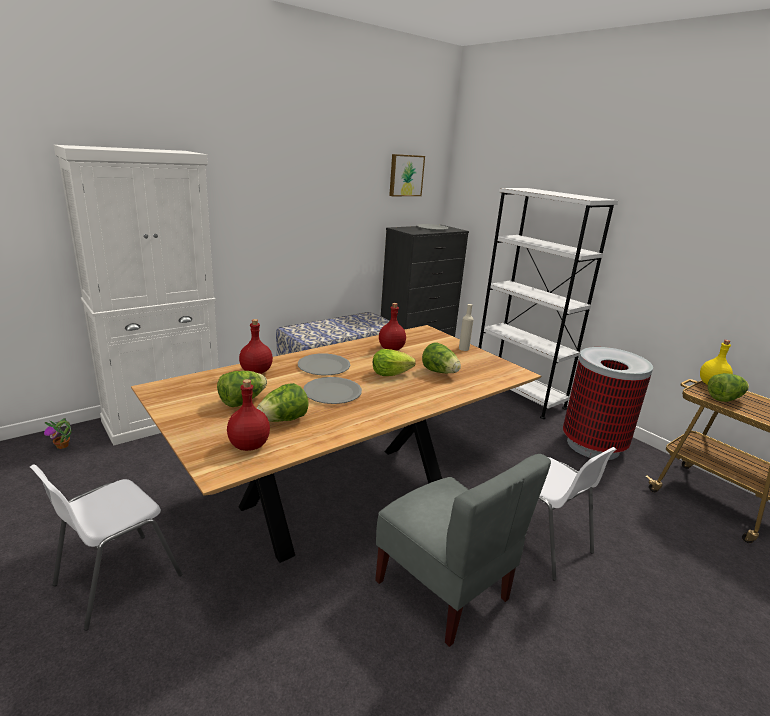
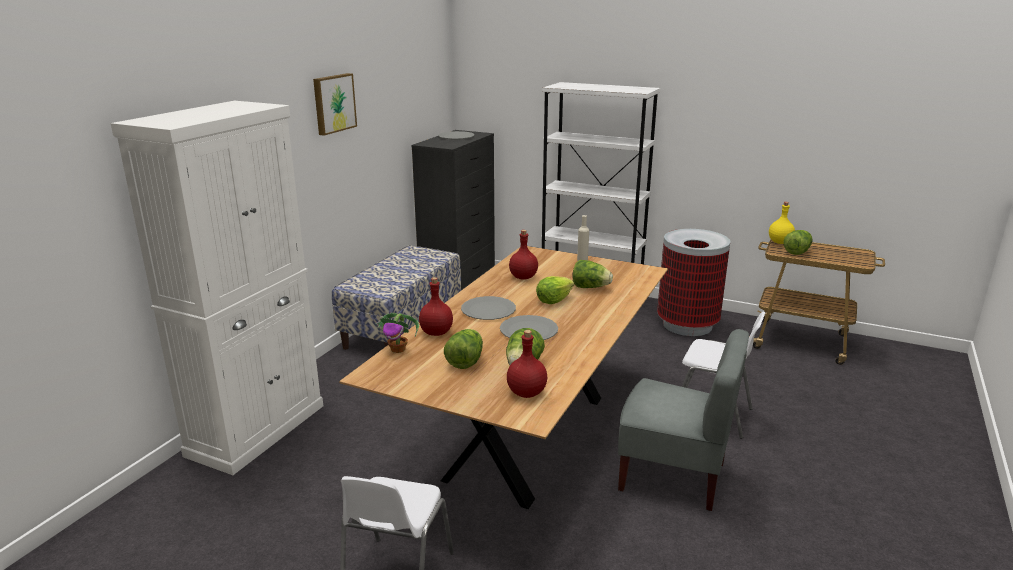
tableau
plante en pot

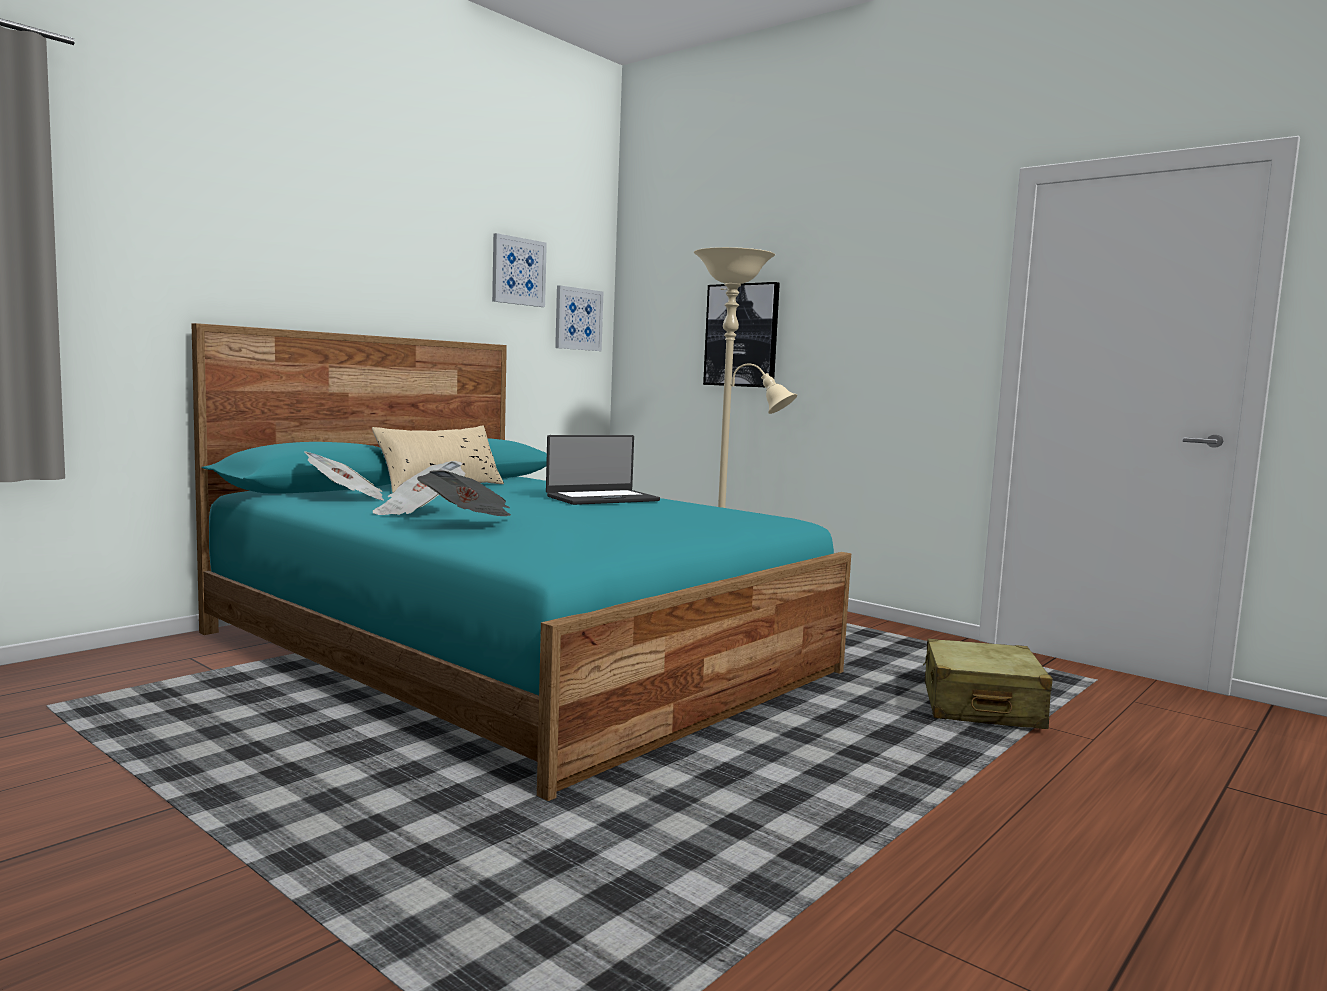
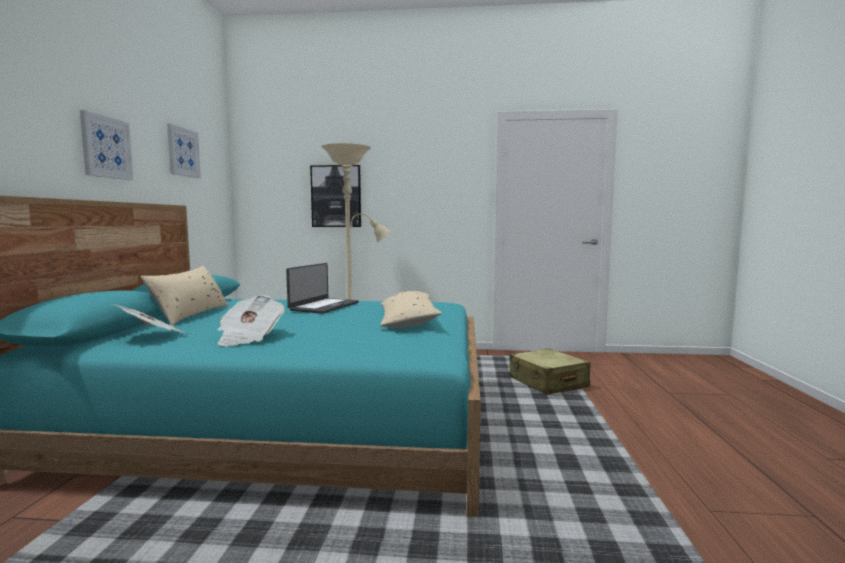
tableau (1st from left)
coussin (beige) (2nd from left)
journal (3rd from left in the first image)

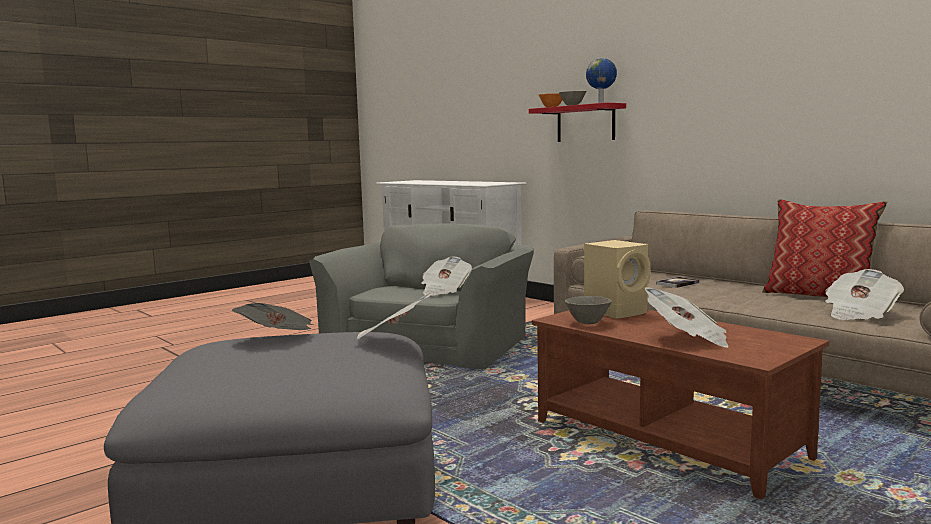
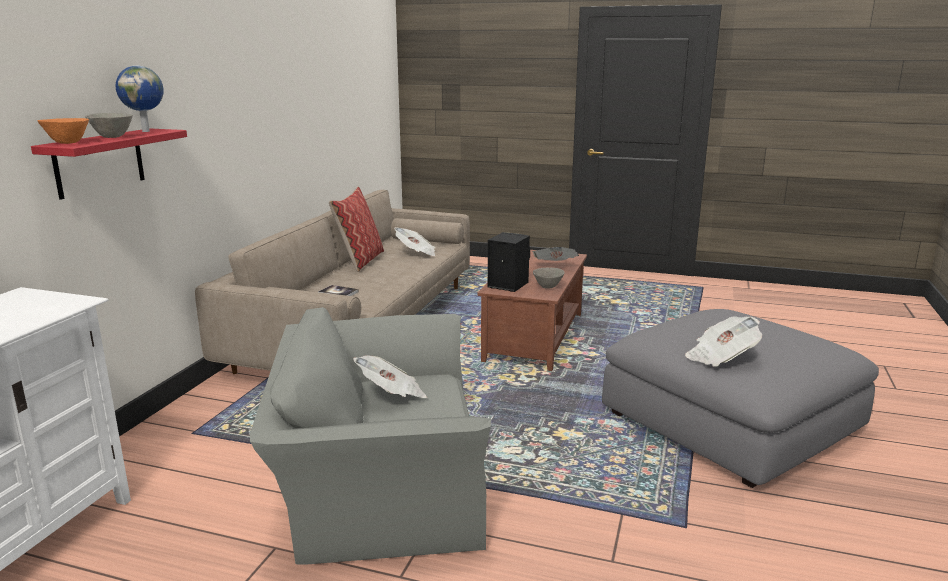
enceinte (noir)
journal (2nd from left in the first image)

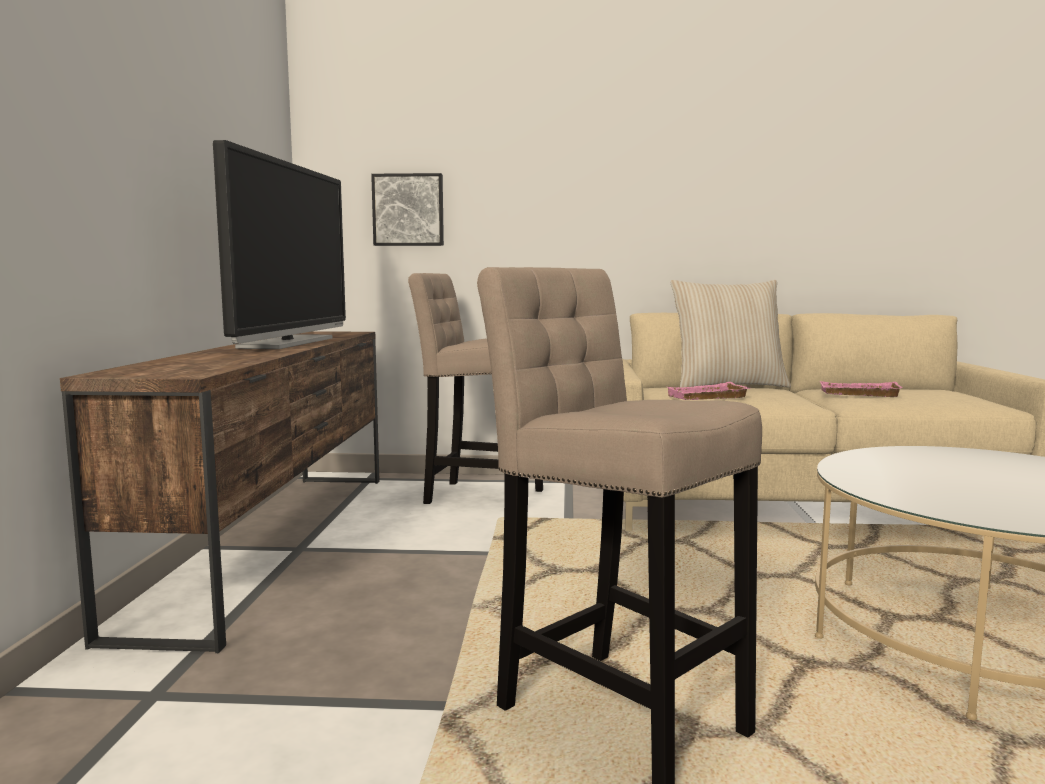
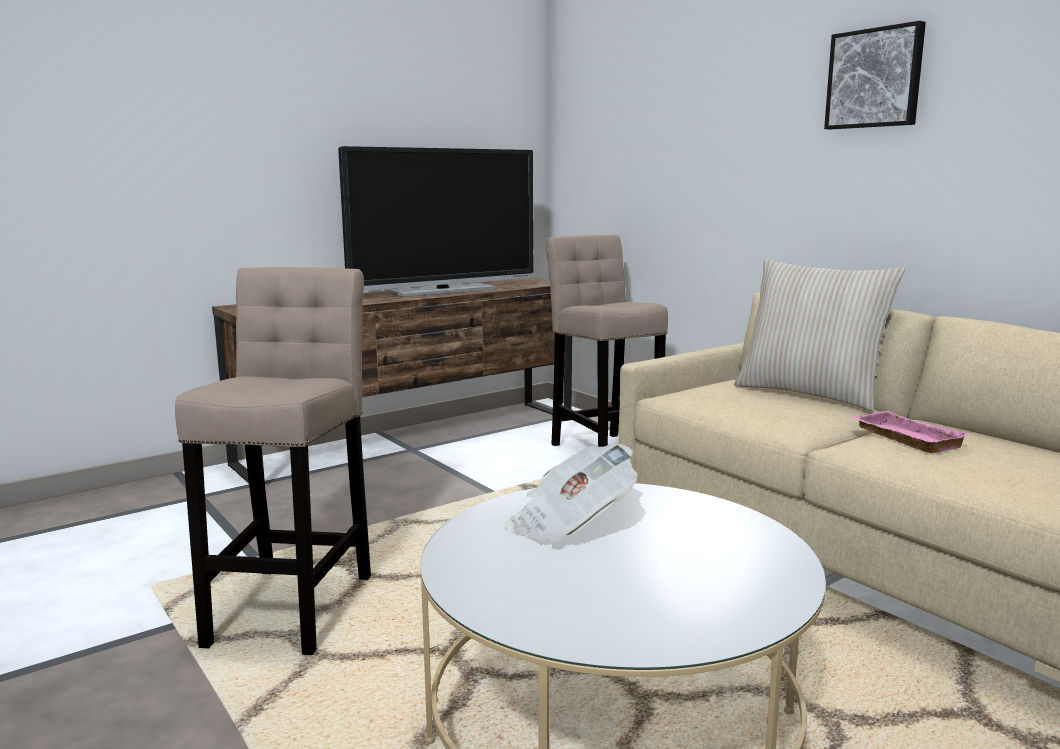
journal
tableau
plateau (rose) (1st from left in the first image)

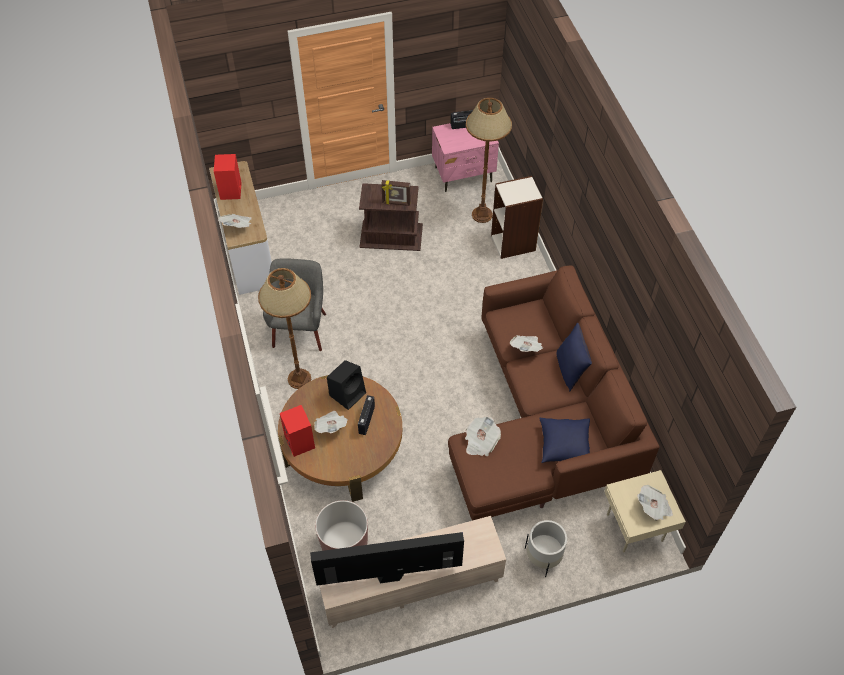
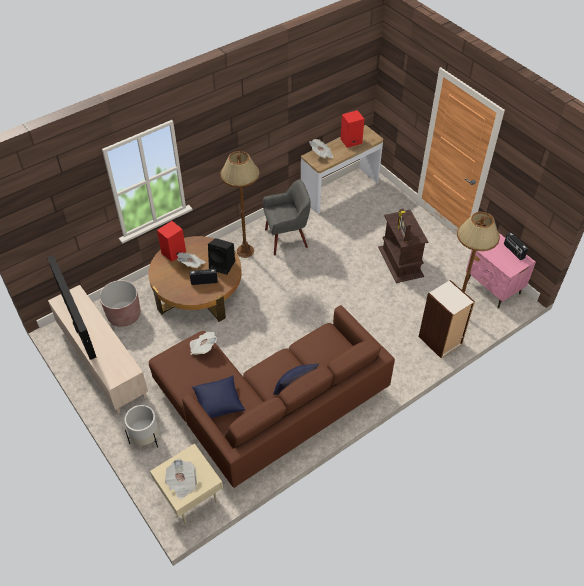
journal (4th from left in the first image)

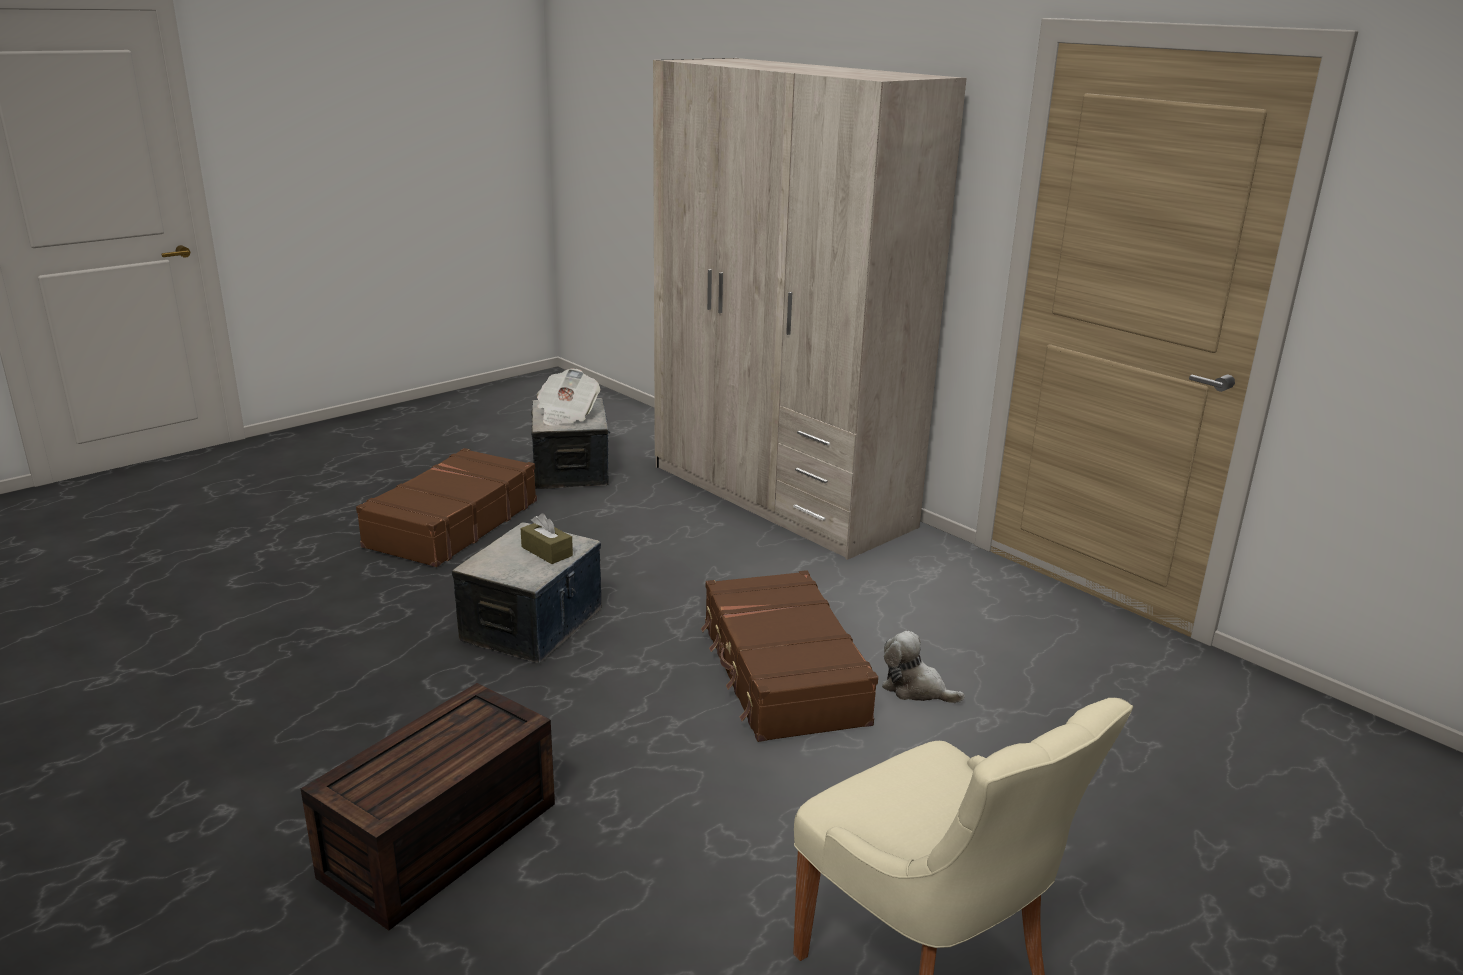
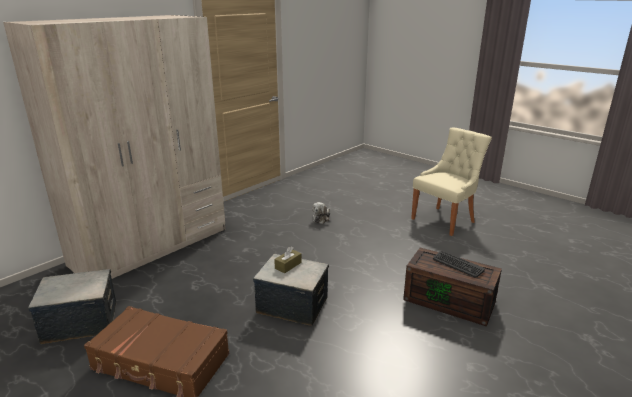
clavier
journal
valise (marron) (2nd from left in the first image)

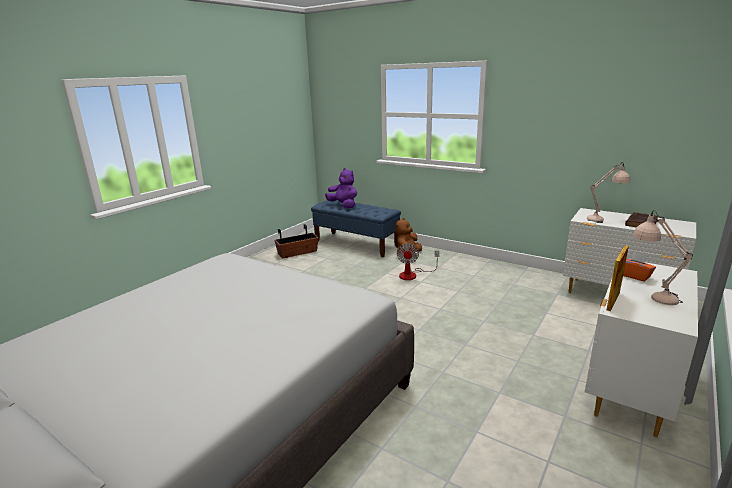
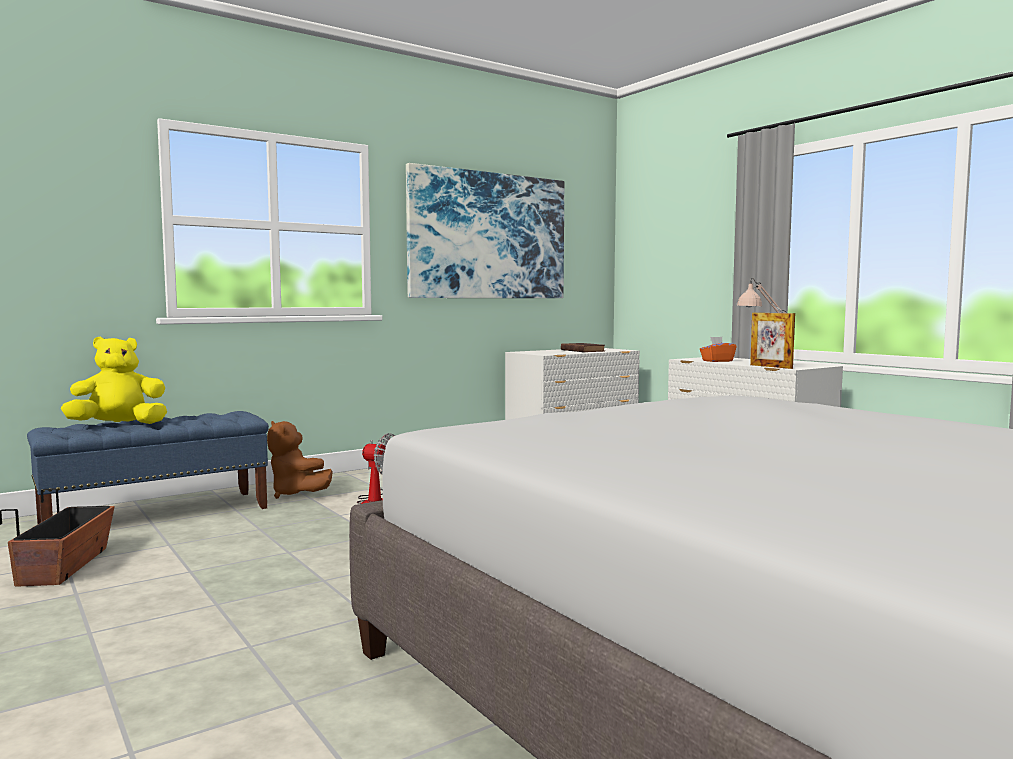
peluche (jaune)
tableau
lampe de table (beige) (1st from left in the first image)

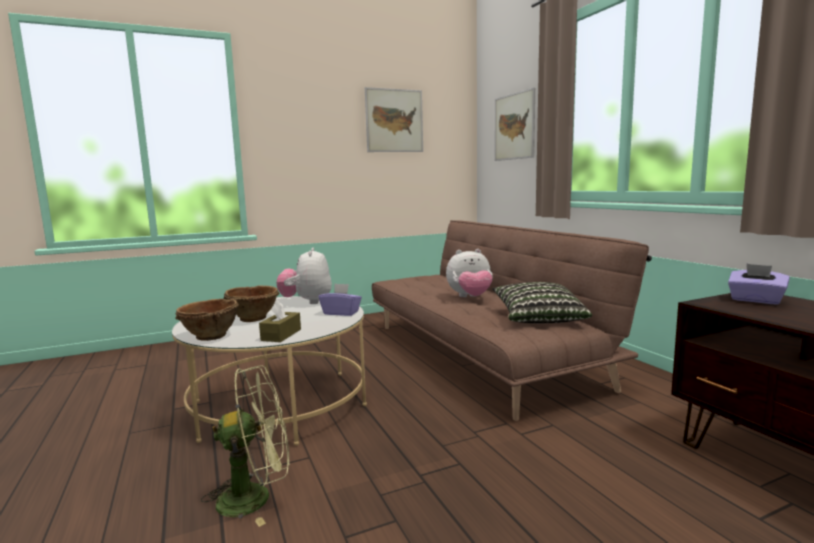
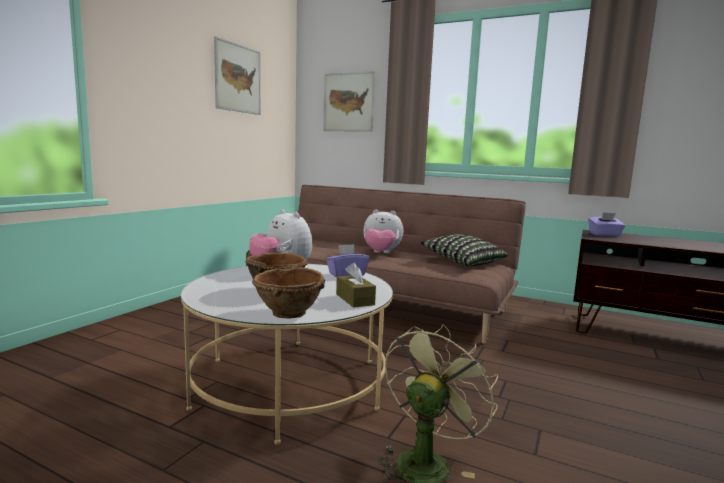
peluche (2nd from left)

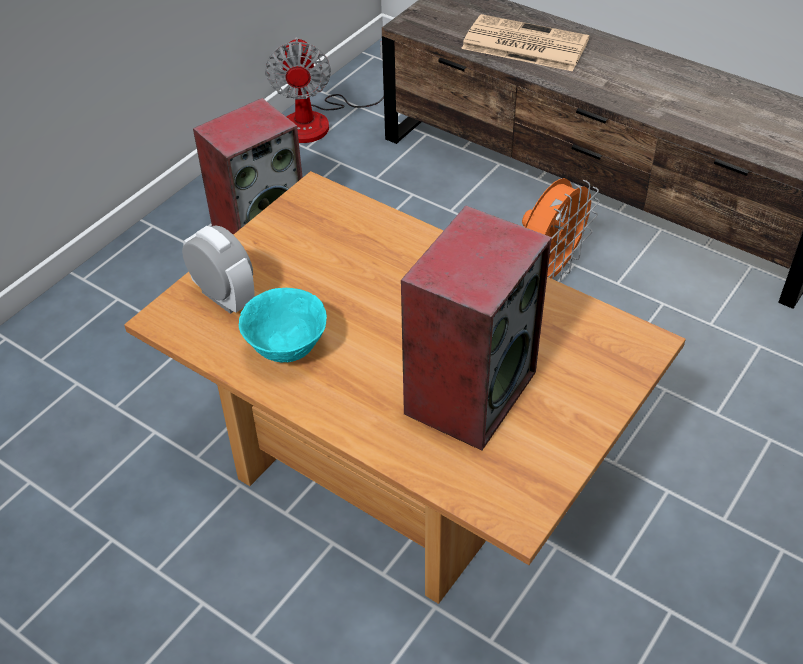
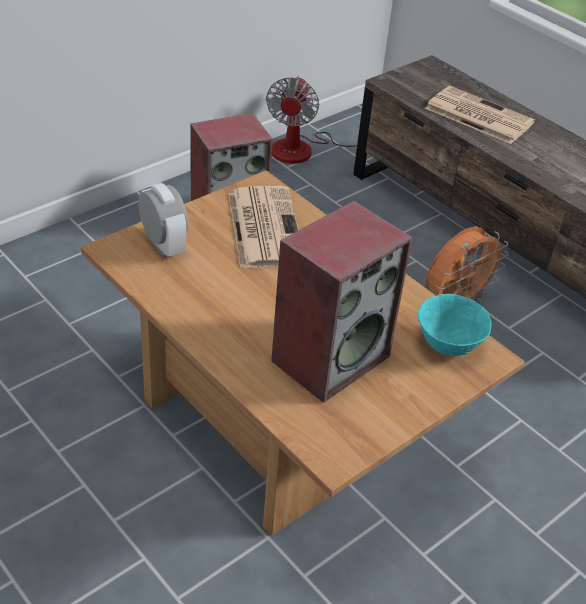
journal (1st from left)
bol (turquoise)

